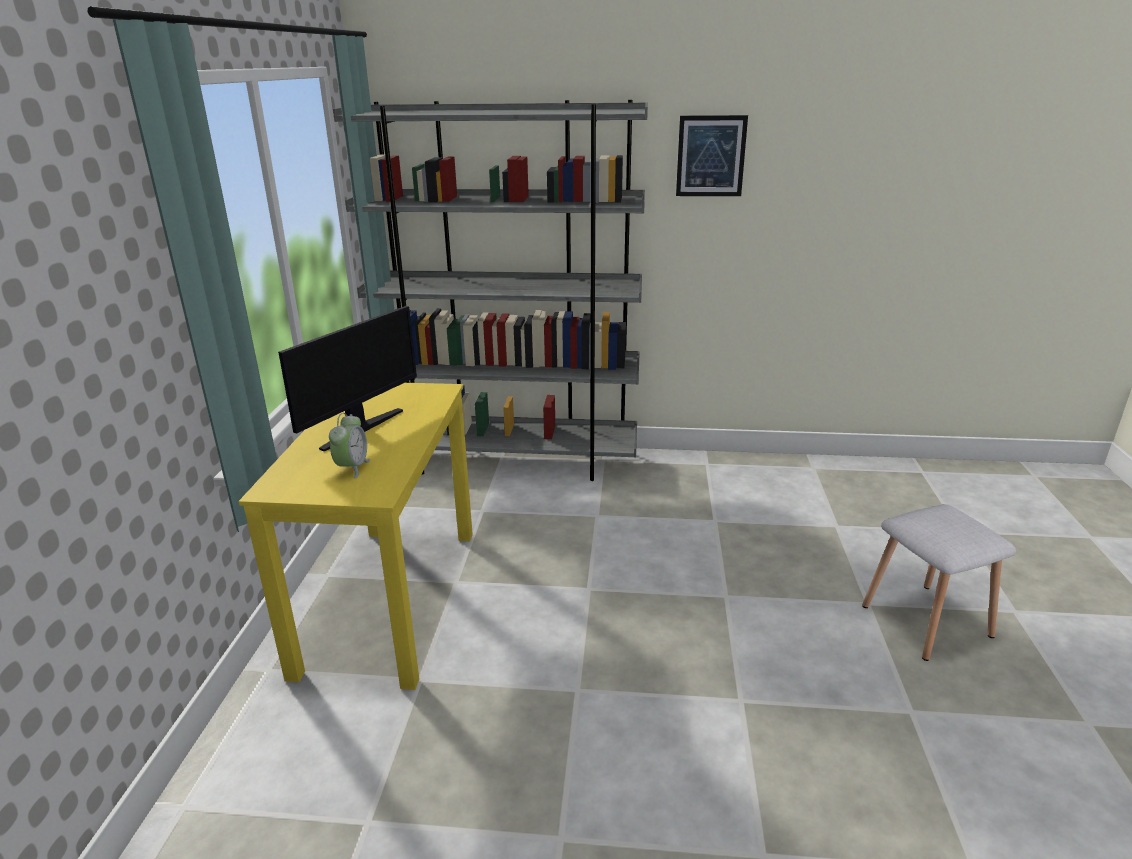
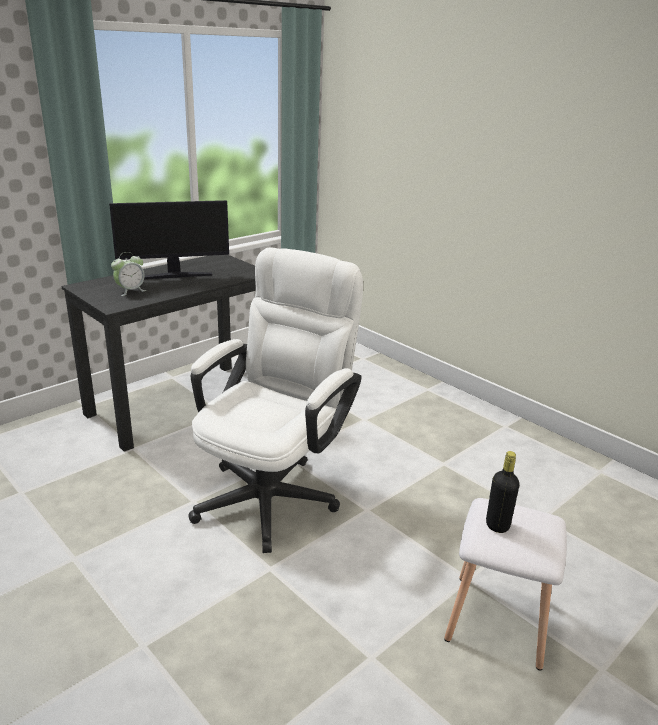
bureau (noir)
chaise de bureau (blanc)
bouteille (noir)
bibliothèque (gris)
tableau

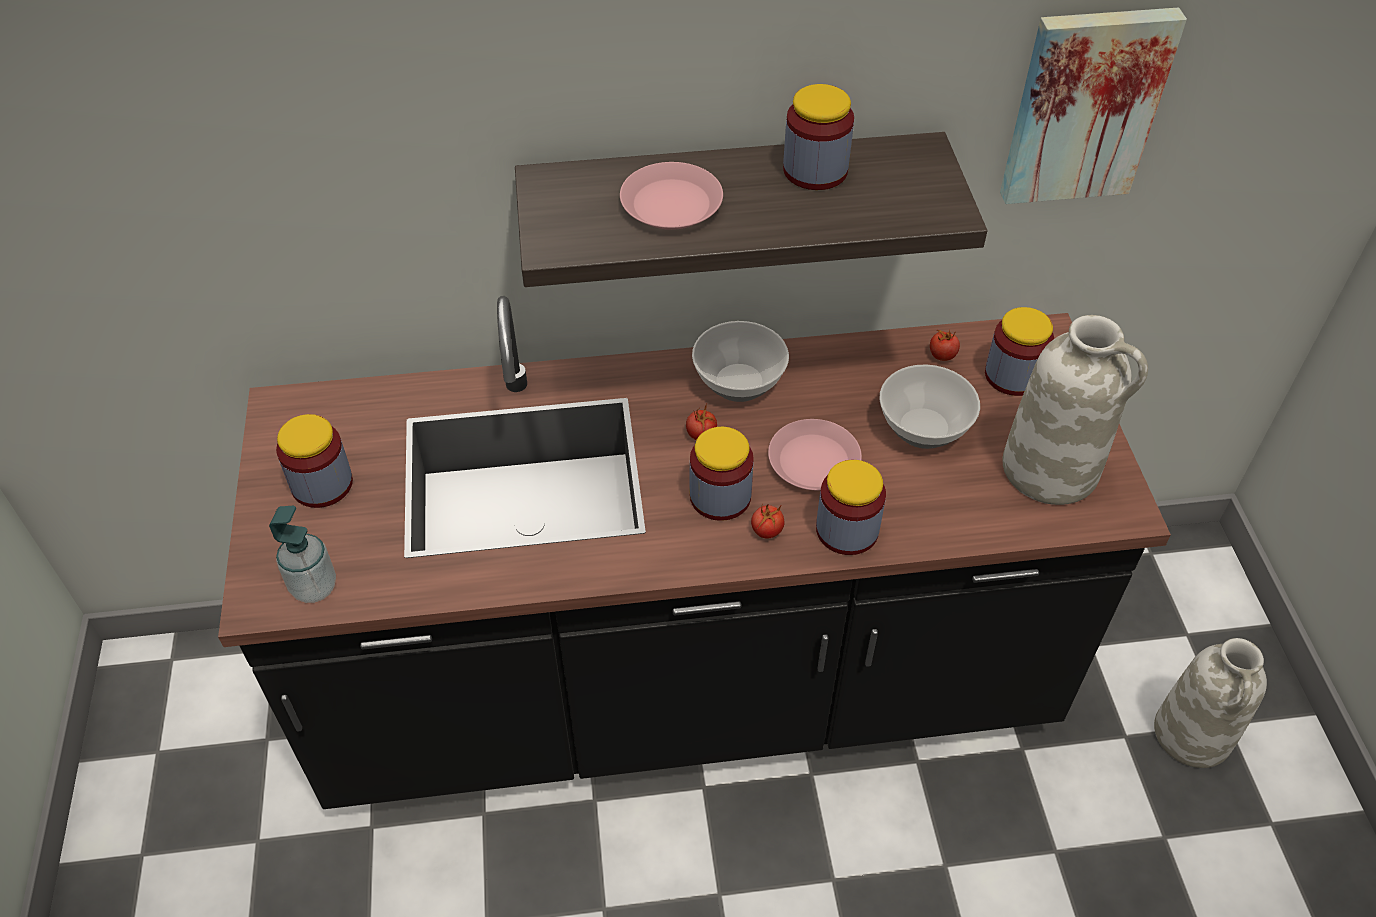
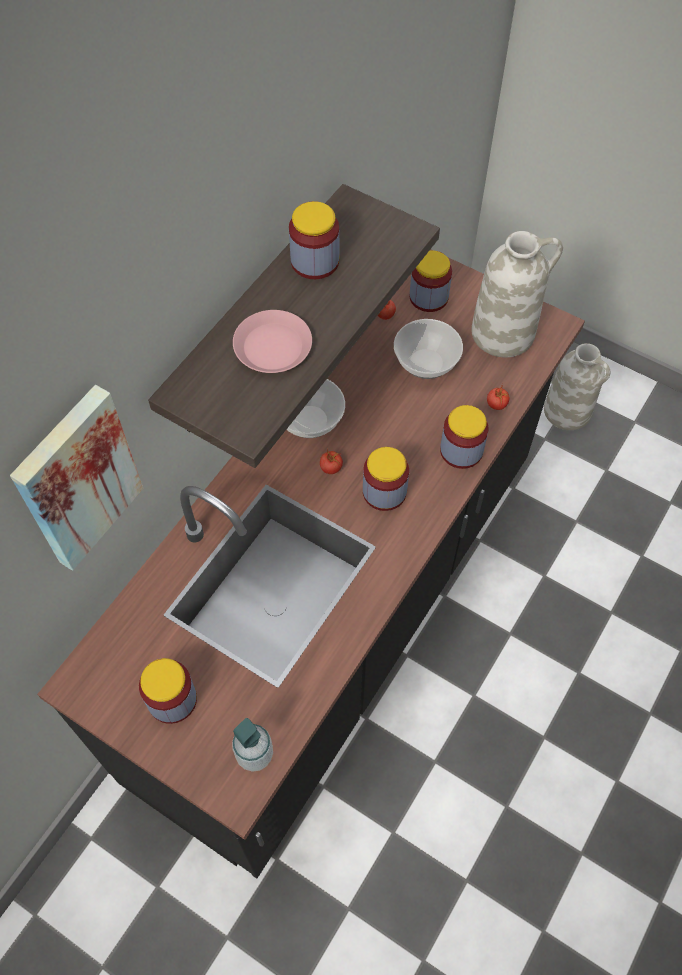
tableau
tomate (3rd from left)
assiette (rose) (2nd from left in the first image)

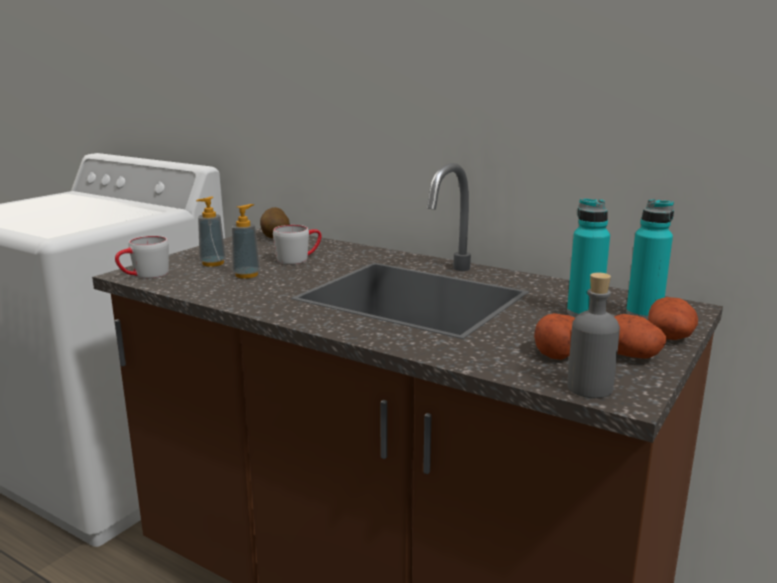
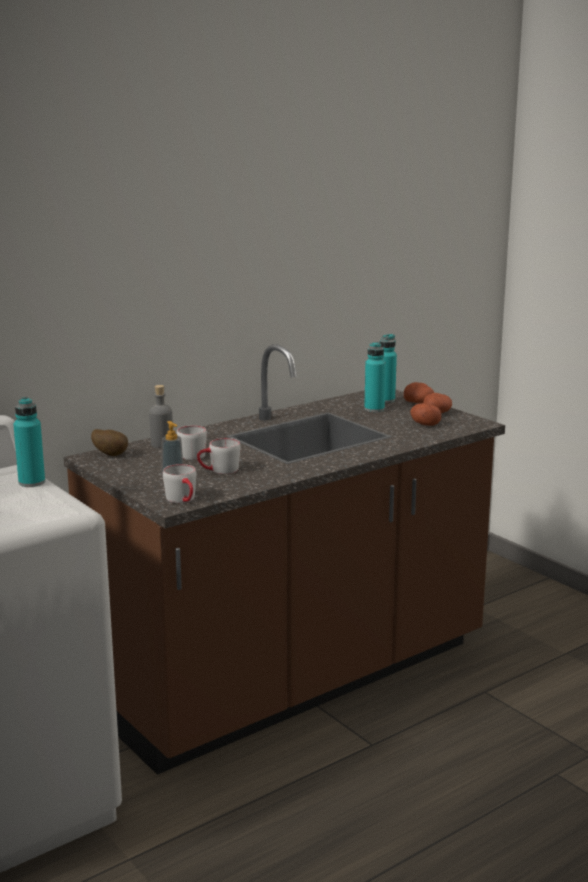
bouteille (turquoise) (1st from left)
bouteille (gris)
mug (gris) (3rd from left)

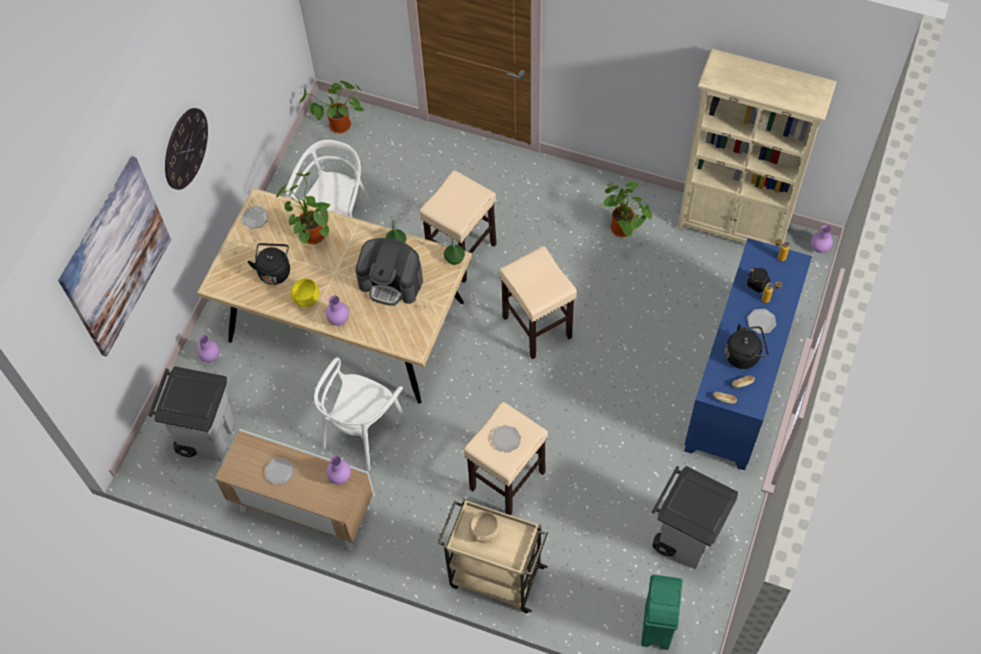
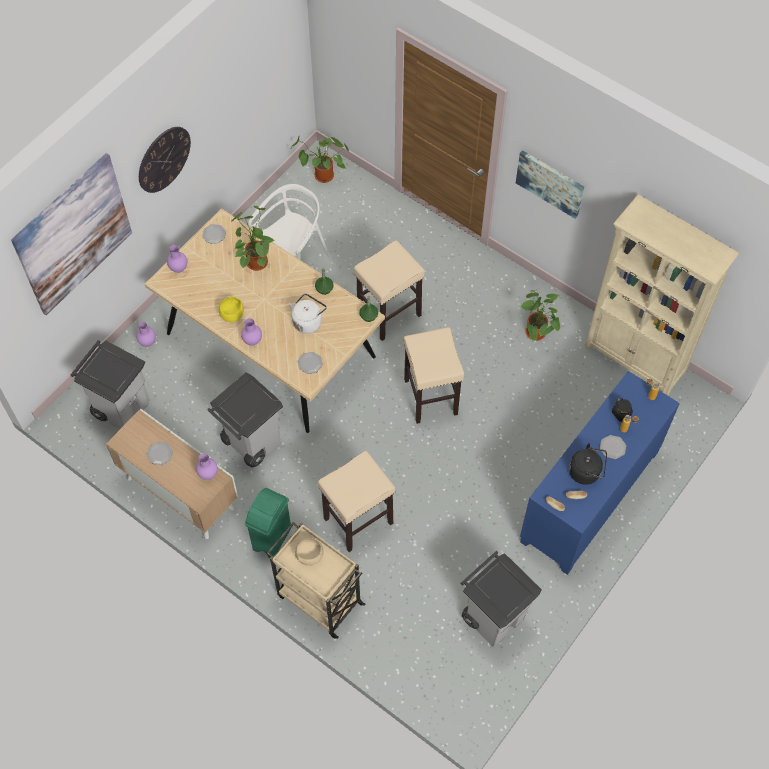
vase (violet) (2nd from left)
poubelle (gris) (2nd from left)
poubelle (vert)
bouilloire (blanc)
assiette (3rd from left)
tableau (2nd from left)
bouilloire (noir) (1st from left in the first image)

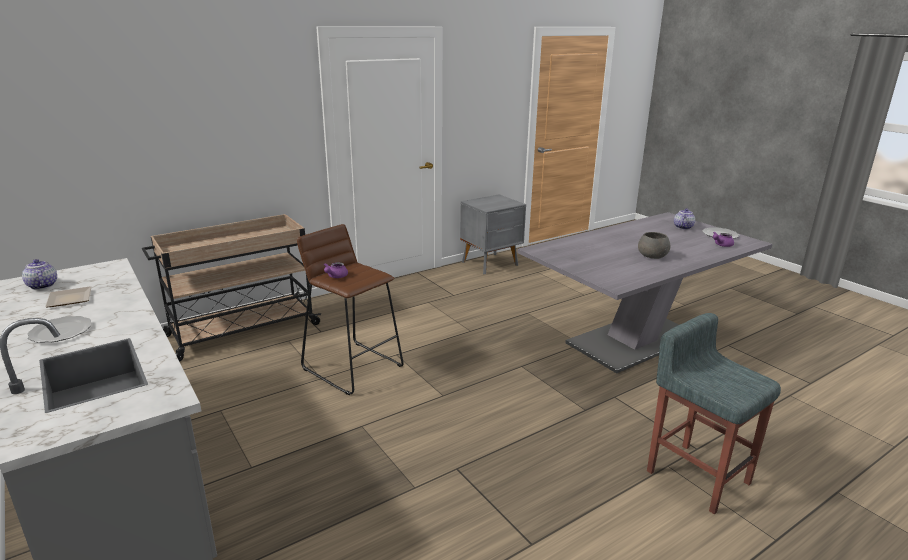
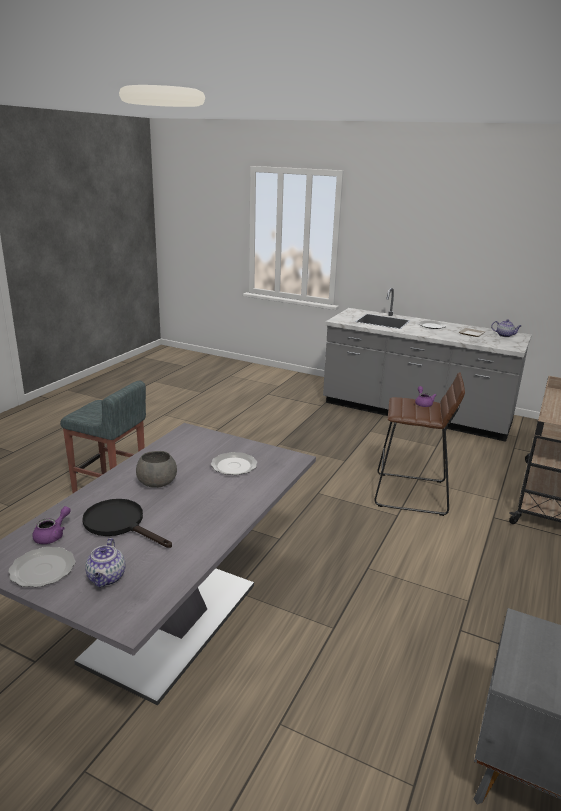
poêle (noir)
assiette (2nd from left)

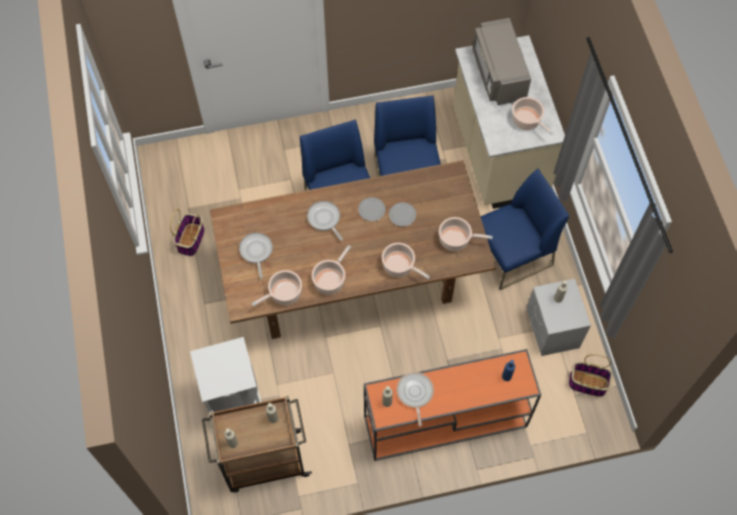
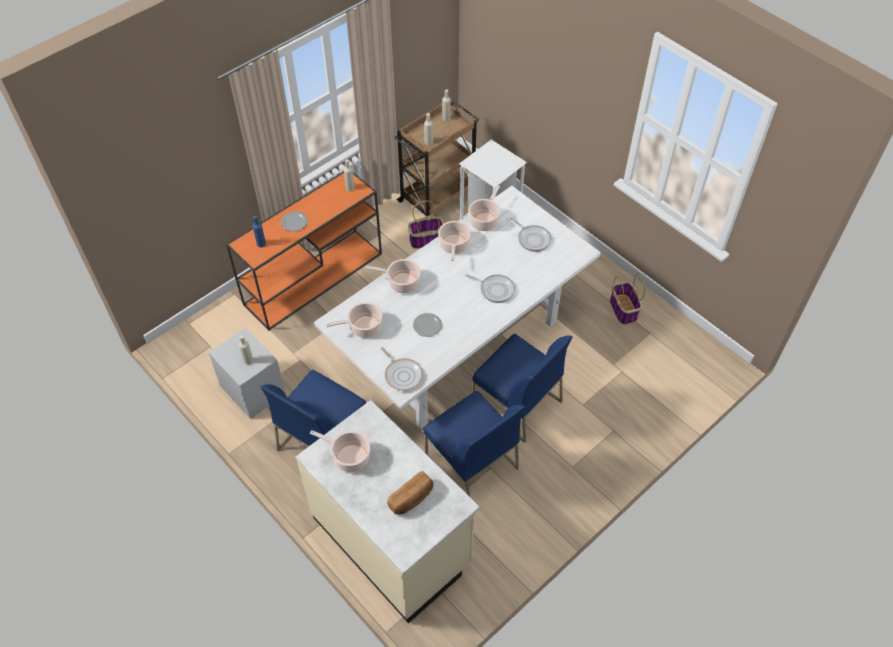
assiette (1st from left)
table à manger (blanc)
poêle (1st from left)
pain
panier (1st from left)

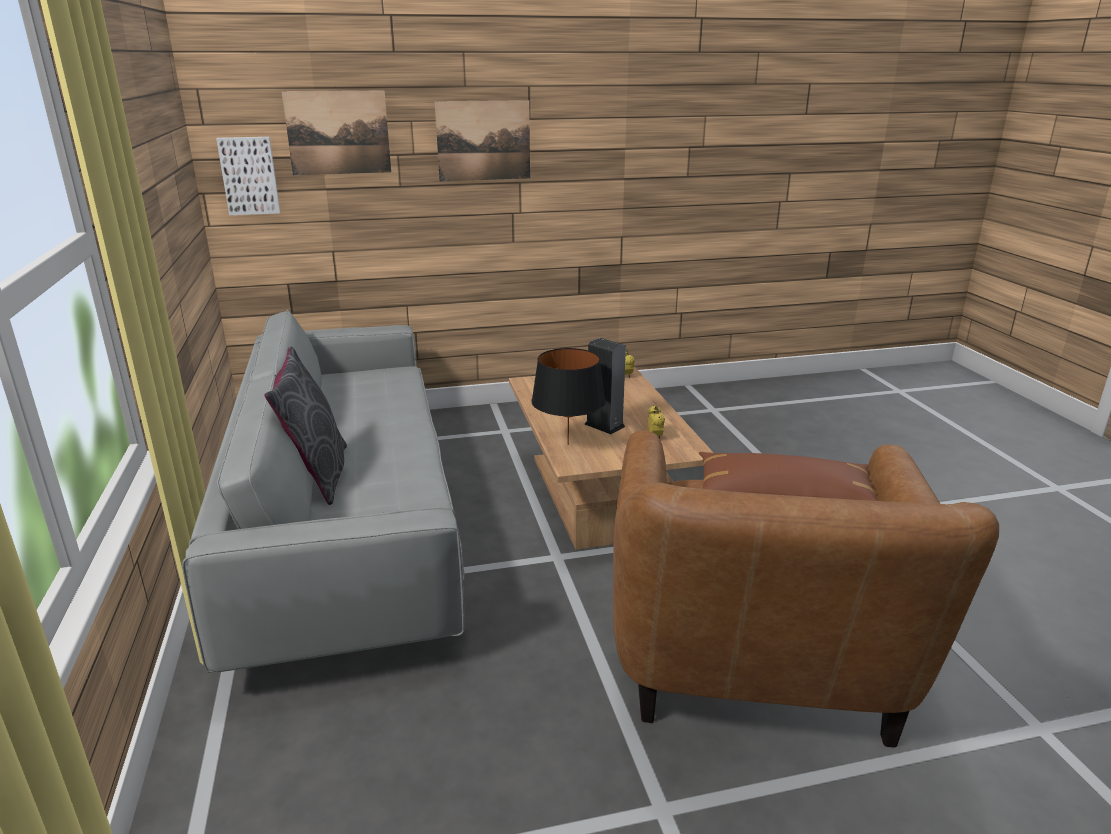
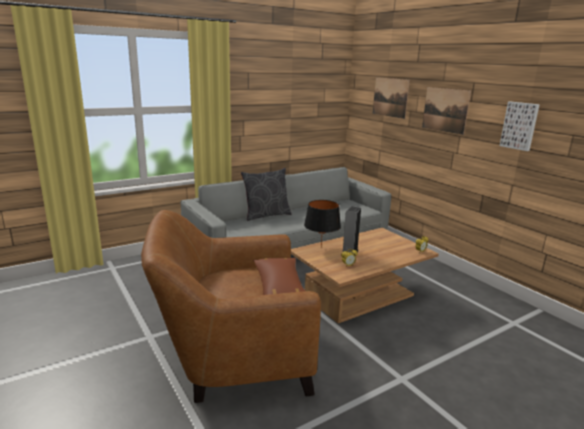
tableau (3rd from left)

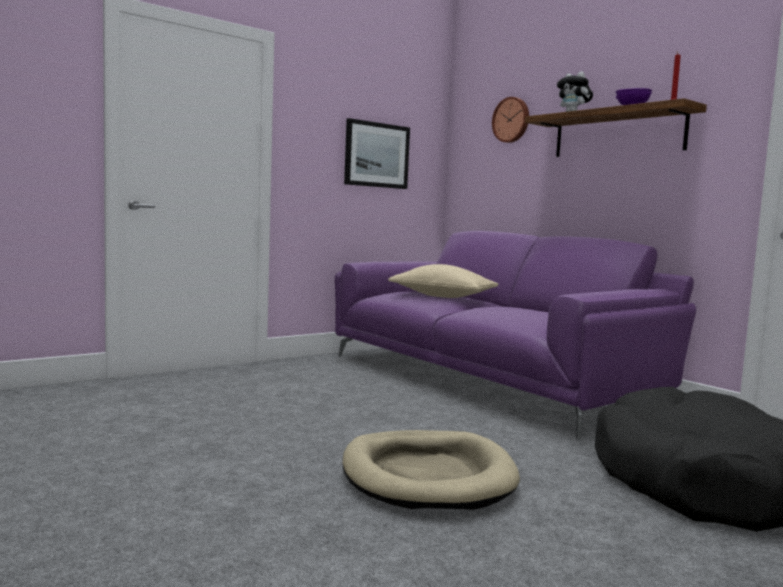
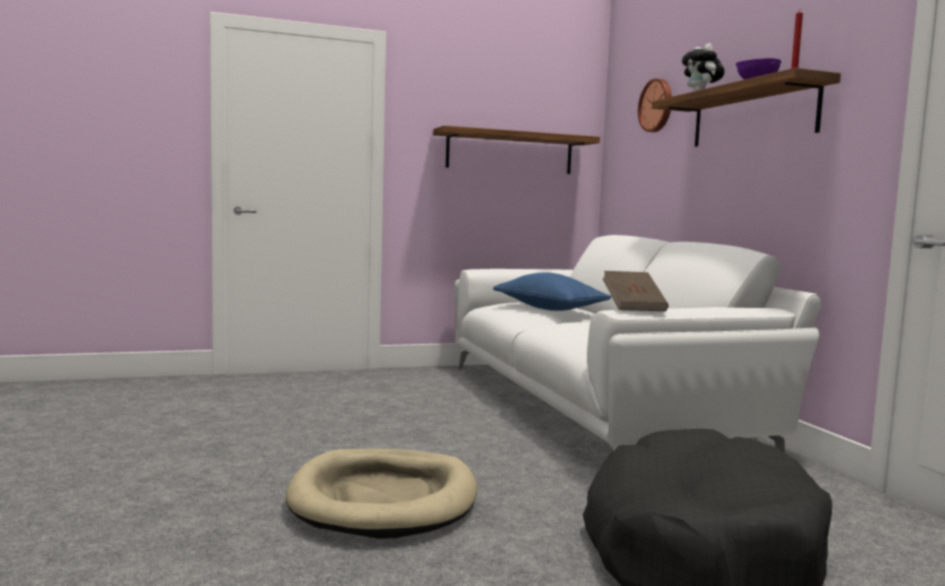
étagère (1st from left)
canapé (blanc)
coussin (bleu)
livre (marron)

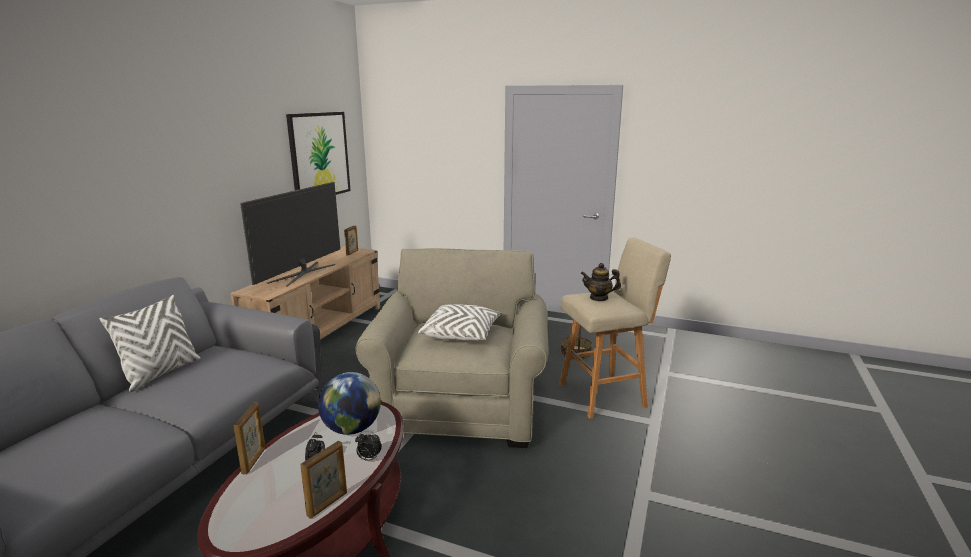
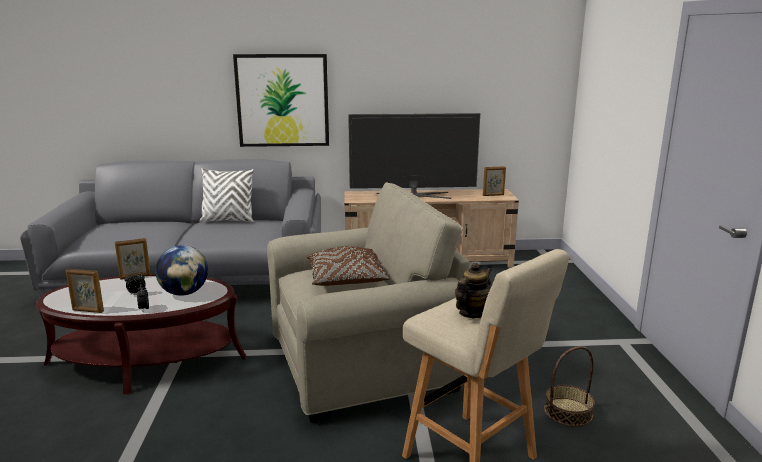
tableau
coussin (marron)
théière

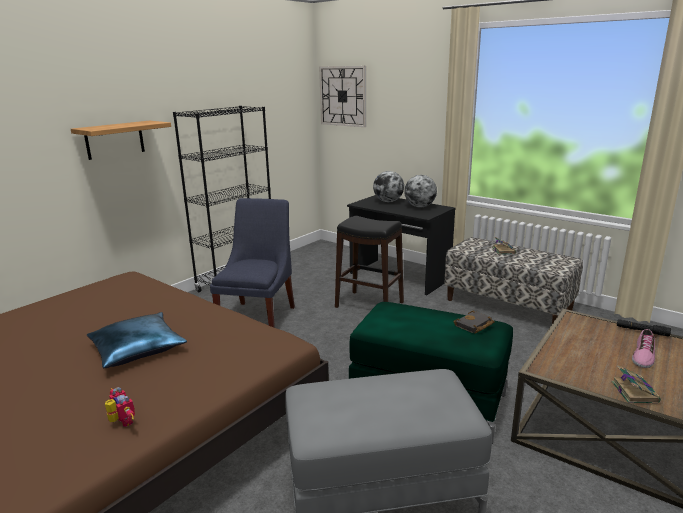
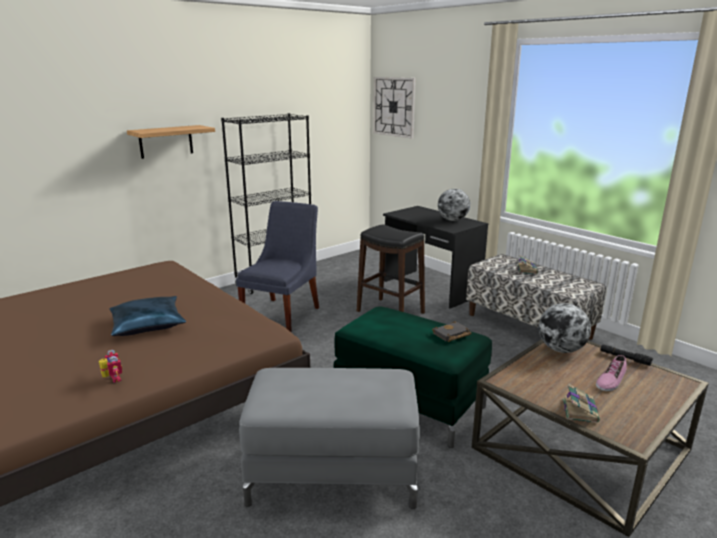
globe (2nd from left)

